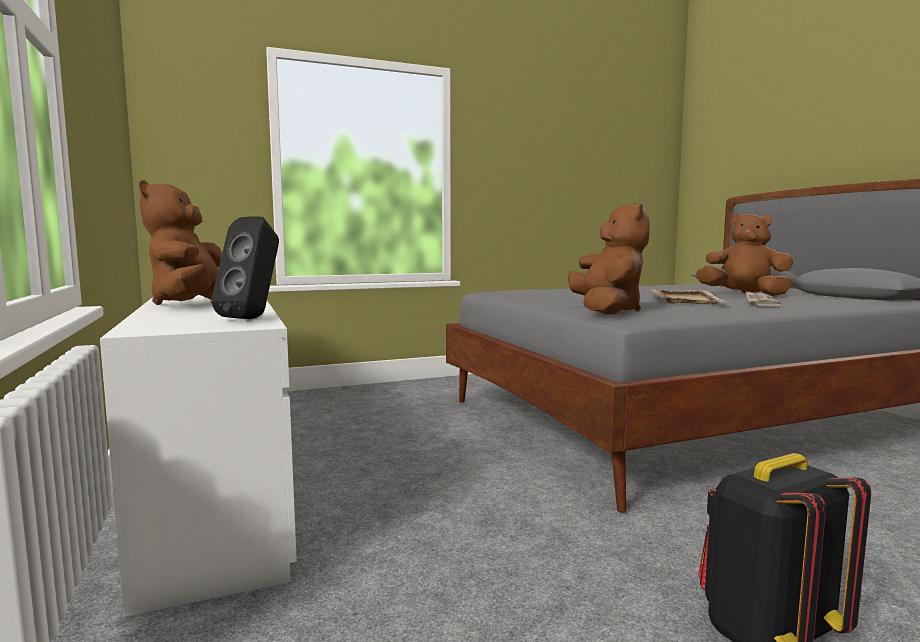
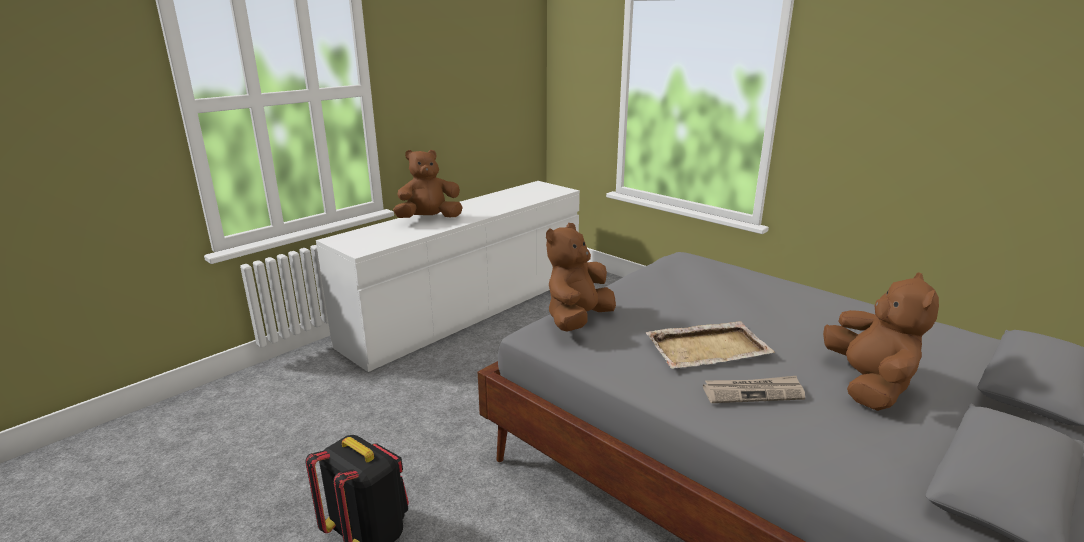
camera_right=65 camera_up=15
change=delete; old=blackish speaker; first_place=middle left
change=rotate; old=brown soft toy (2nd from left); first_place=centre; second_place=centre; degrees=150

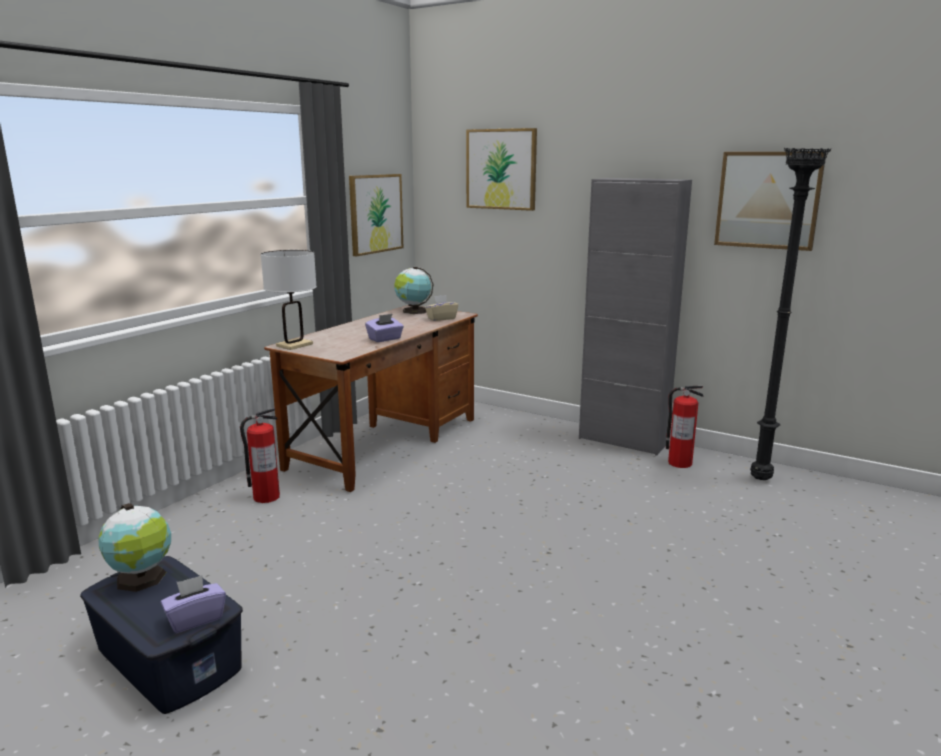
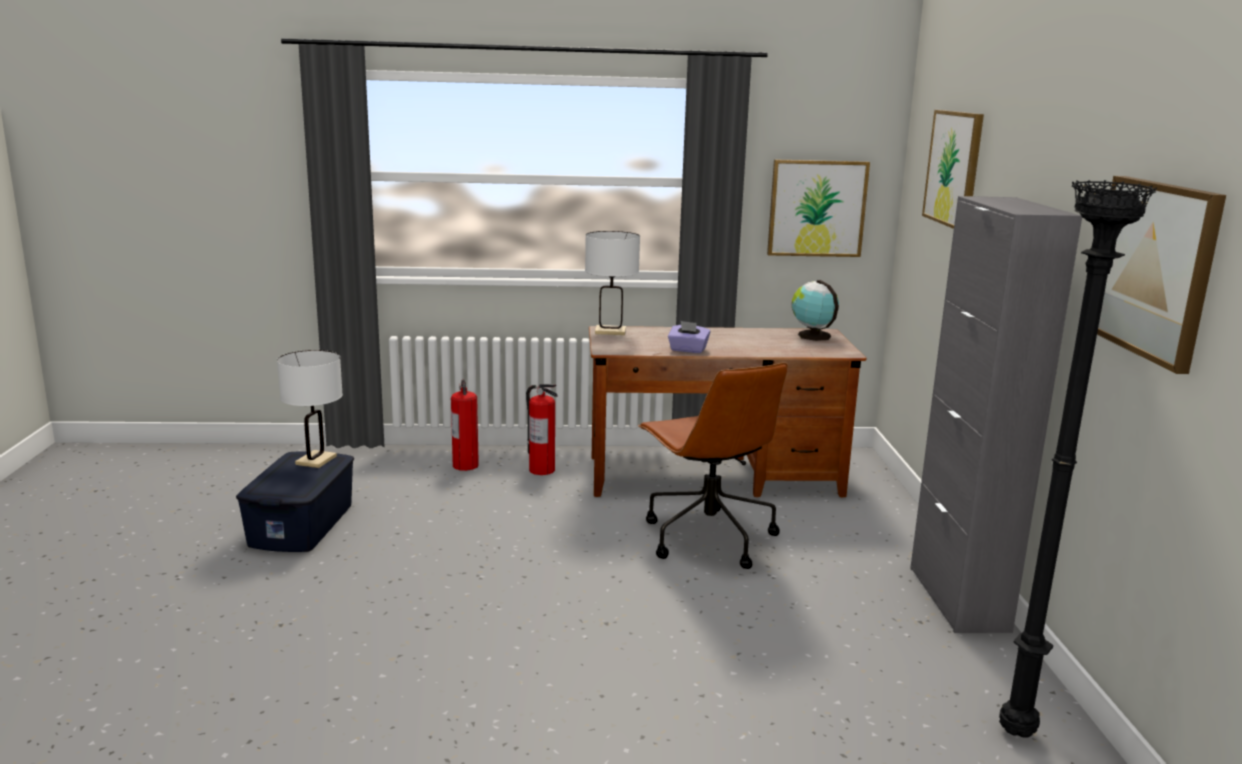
camera_right=55 camera_up=0
change=replace; old=globe (1st from left); new=whitish tabletop lamp (1st from left); first_place=bottom left; second_place=middle left
change=delete; old=purple tissue holder (1st from left); first_place=bottom left
change=delete; old=beige tissue holder; first_place=centre
change=move; old=extinguisher (2nd from left in the first image); new=extinguisher (1st from left); first_place=middle right; second_place=centre
change=insert; new=brown computer chair; second_place=centre

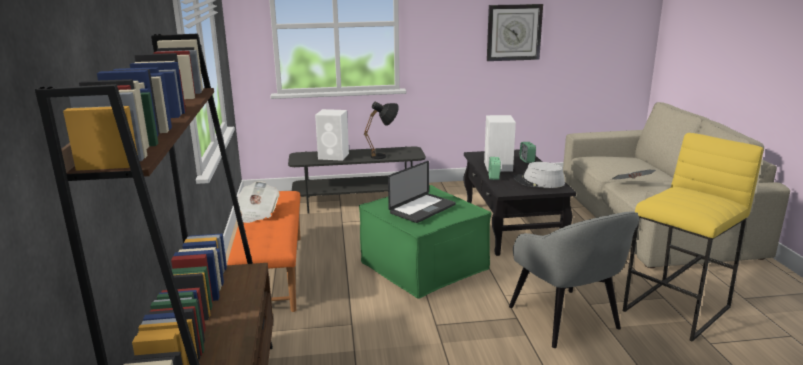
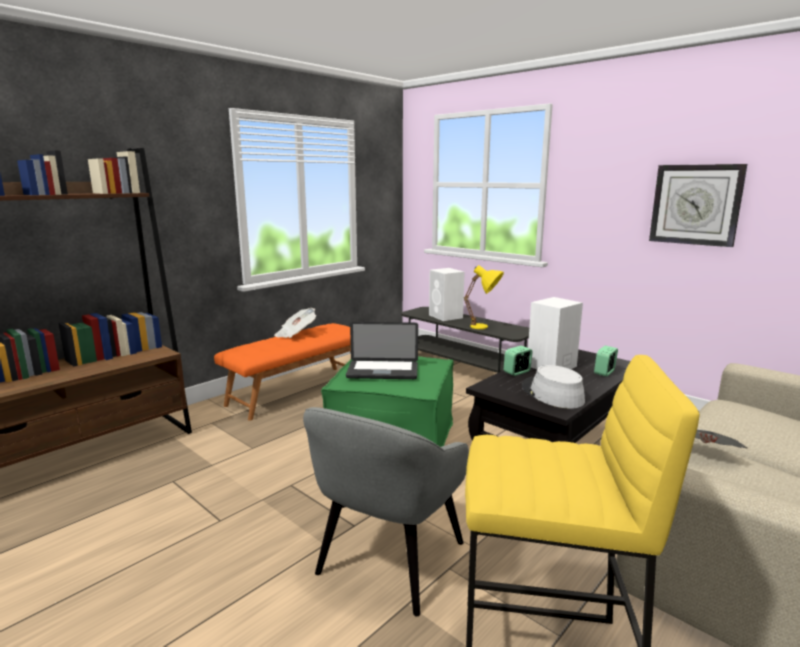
camera_right=50 camera_up=-5
change=recolor; old=blackish tabletop lamp; new=yellow-coloured tabletop lamp; first_place=centre; second_place=centre

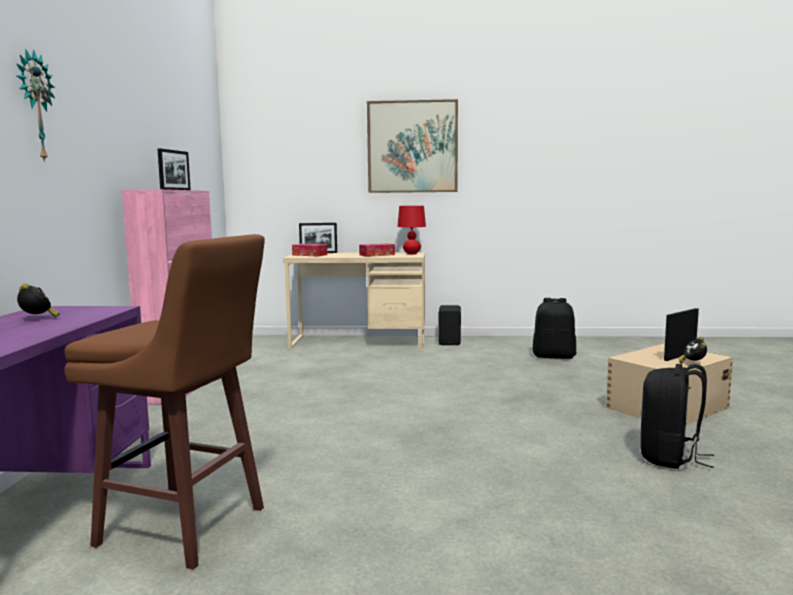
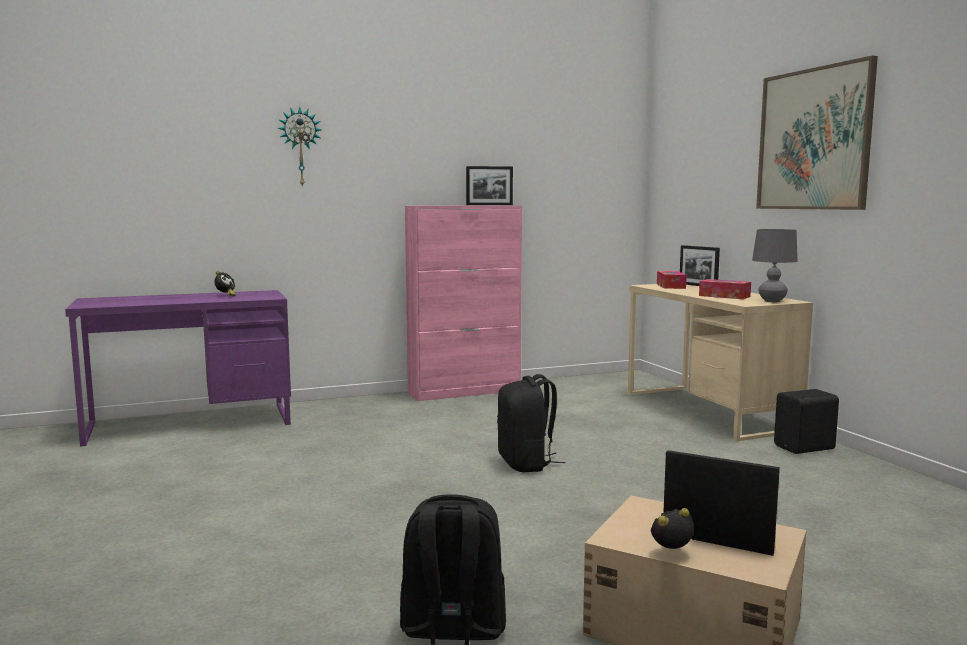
camera_right=65 camera_up=0
change=delete; old=brown stool seat; first_place=bottom left
change=recolor; old=reddish tabletop lamp; new=gray tabletop lamp; first_place=centre; second_place=middle right
change=move; old=blackish rucksack (1st from left in the first image); new=blackish rucksack (2nd from left); first_place=middle right; second_place=centre

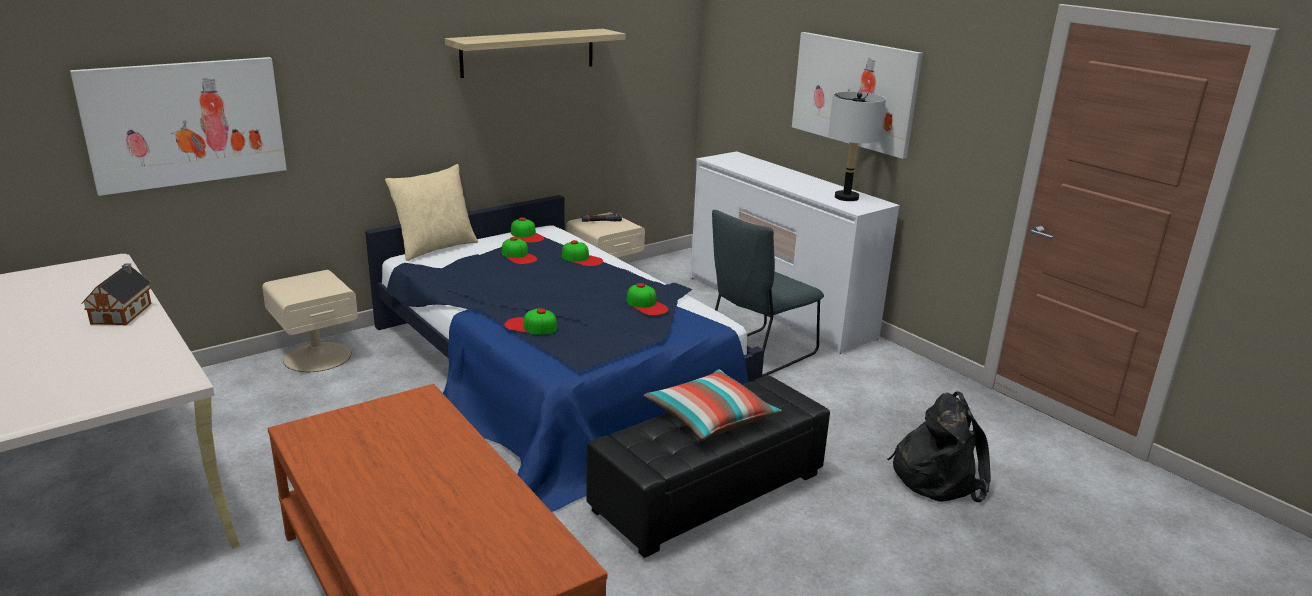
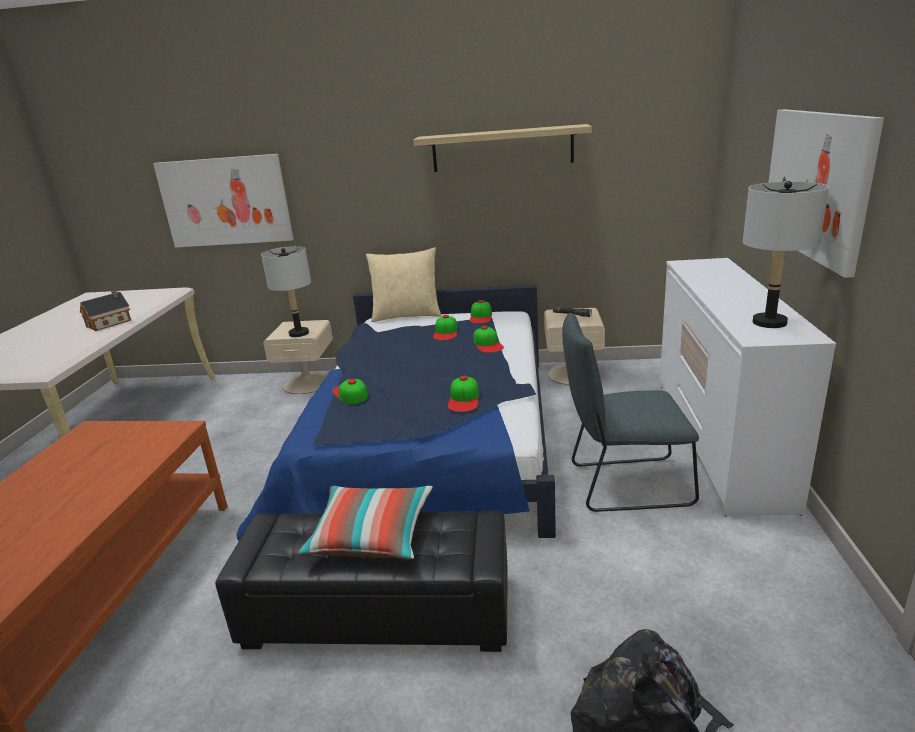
camera_right=45 camera_up=0
change=insert; new=gray tabletop lamp (1st from left); second_place=middle left

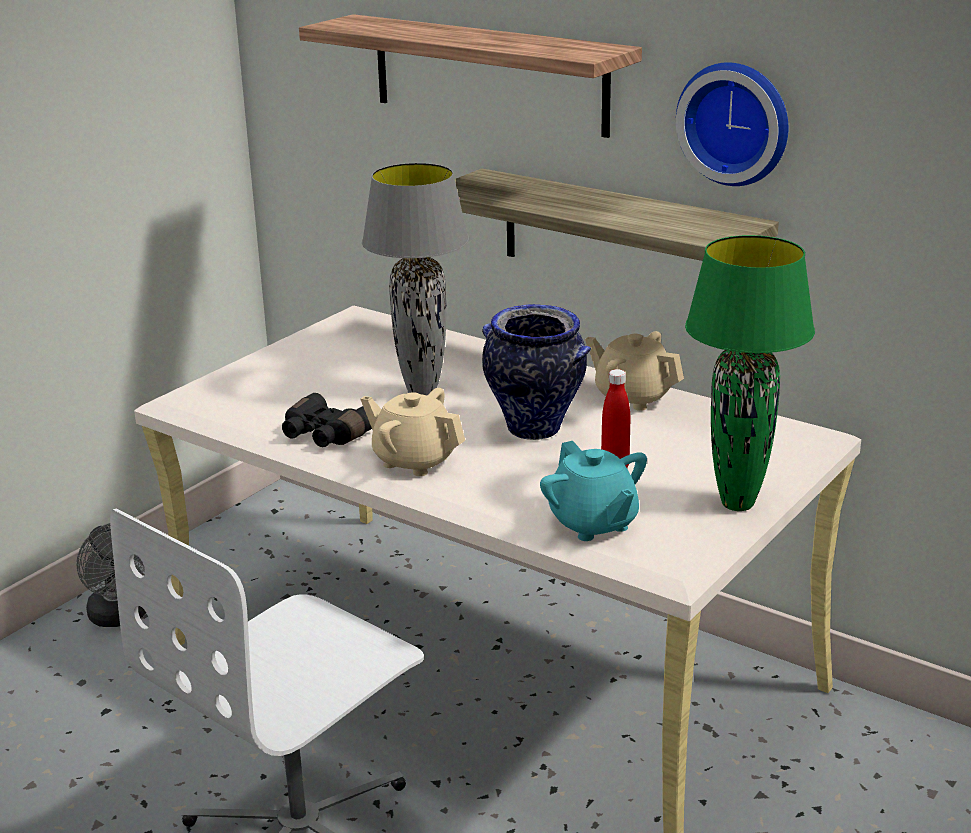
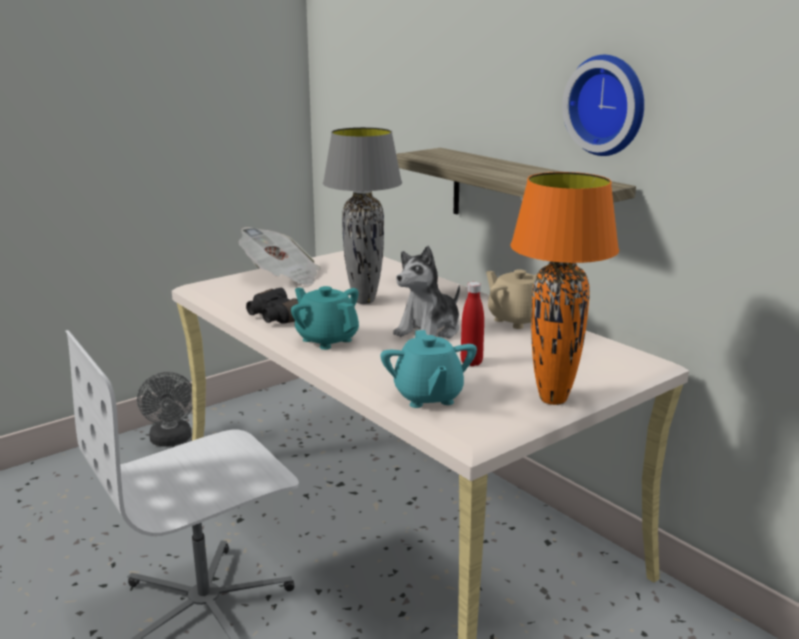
camera_right=15 camera_up=-5
change=delete; old=wall shelf (1st from left); first_place=top centre
change=recolor; old=beige teapot (1st from left); new=turquoise-coloured teapot (1st from left); first_place=centre; second_place=centre
change=replace; old=vase; new=soft toy; first_place=centre; second_place=centre
change=recolor; old=greenish tabletop lamp; new=orangey tabletop lamp; first_place=middle right; second_place=middle right
change=insert; new=printed paper; second_place=centre

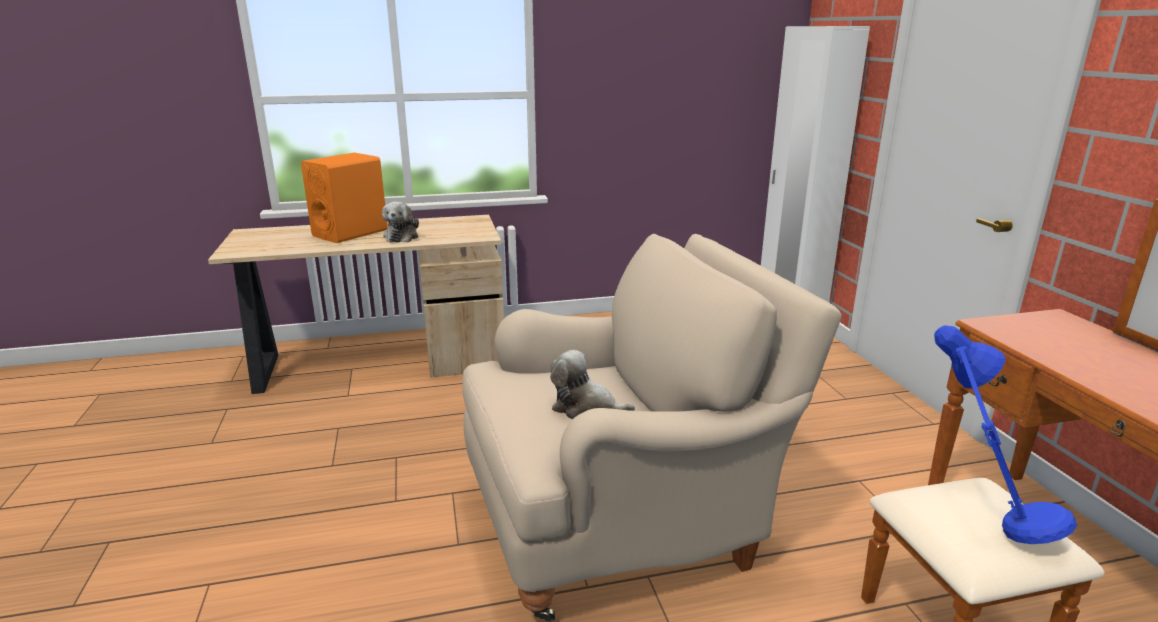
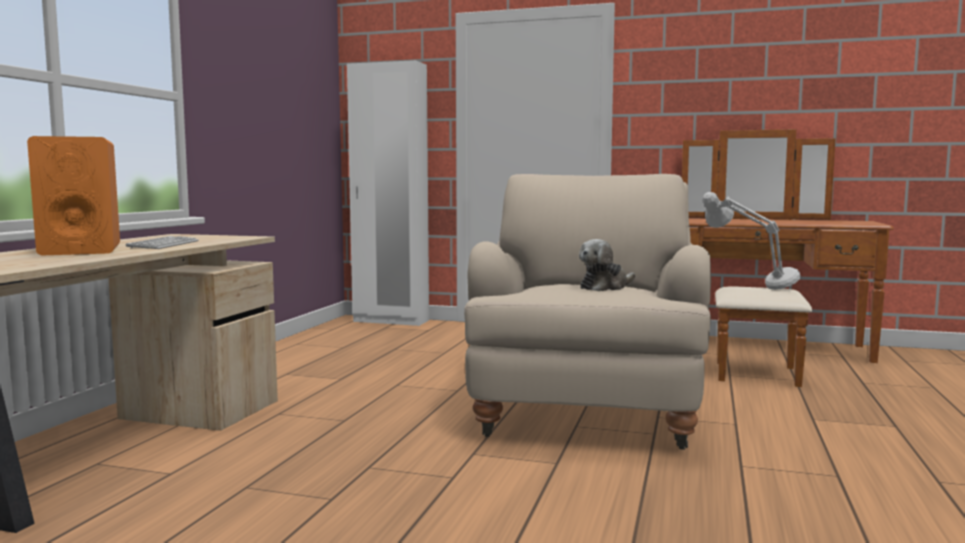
camera_right=-60 camera_up=-15
change=replace; old=soft toy (1st from left); new=computer keyboard; first_place=centre; second_place=middle left
change=recolor; old=bluish tabletop lamp; new=gray tabletop lamp; first_place=bottom right; second_place=middle right

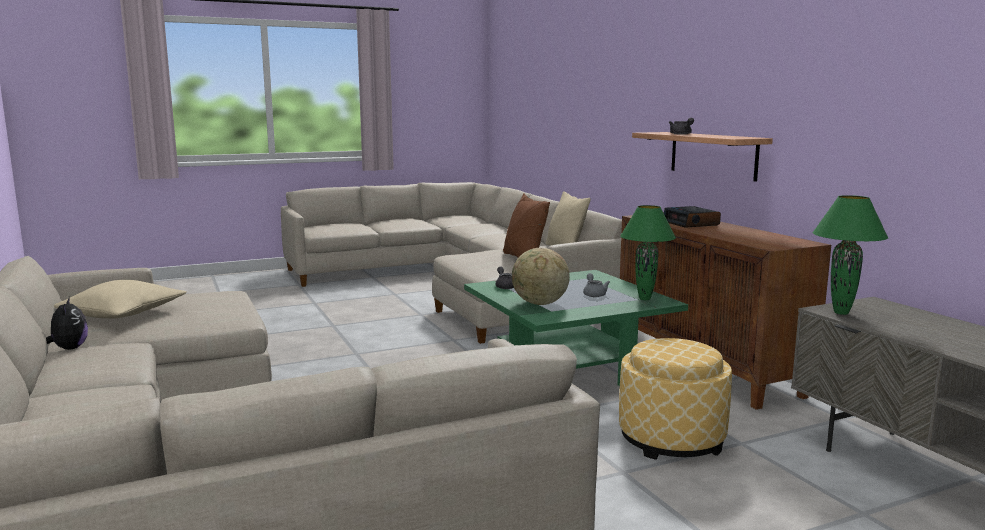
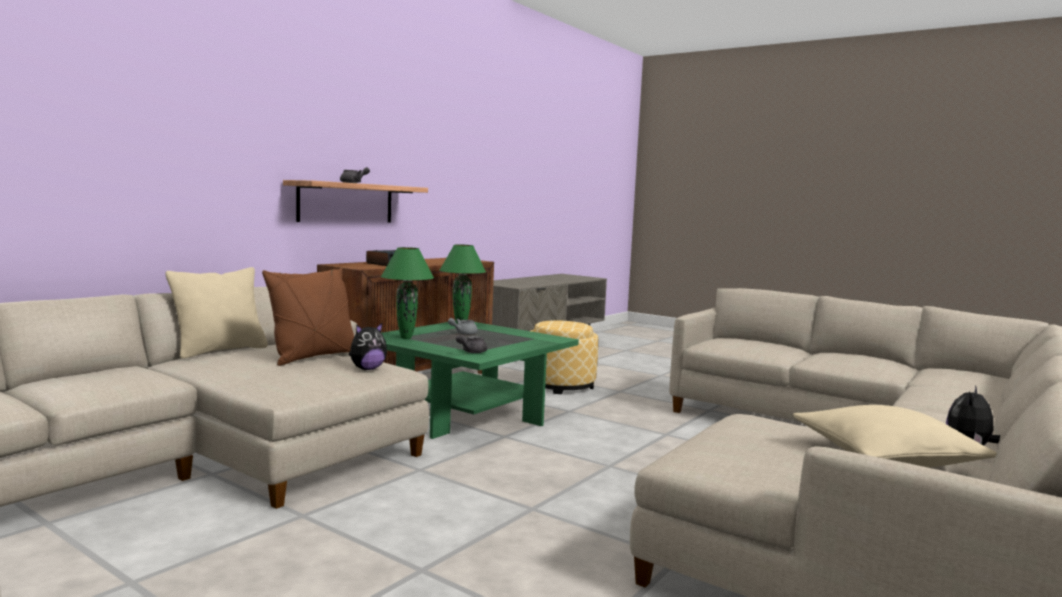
camera_right=-120 camera_up=-5
change=delete; old=globe; first_place=centre
change=move; old=greenish tabletop lamp (2nd from left in the first image); new=greenish tabletop lamp (1st from left); first_place=middle right; second_place=centre
change=insert; new=soft toy (1st from left); second_place=centre

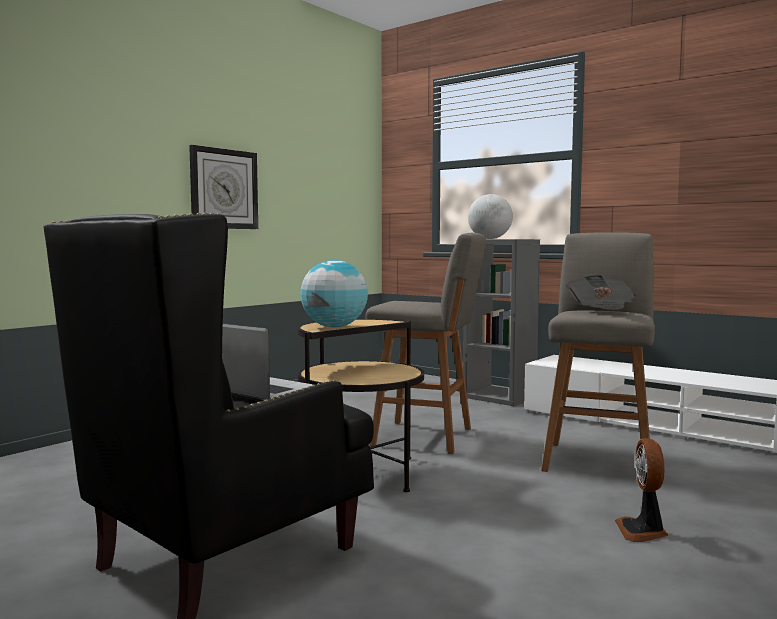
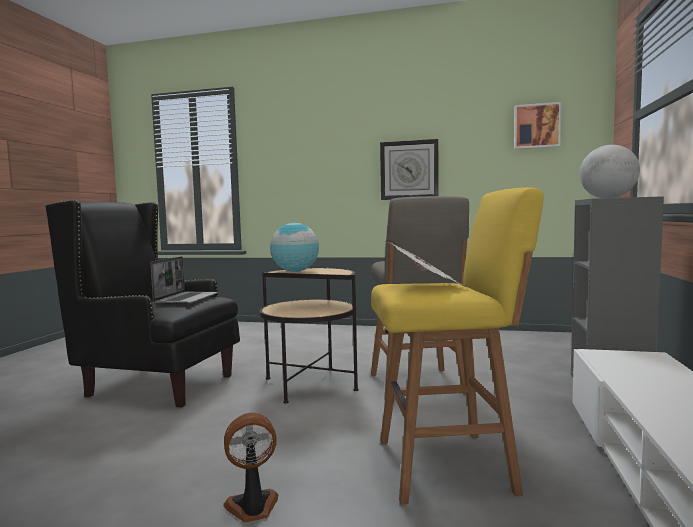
camera_right=65 camera_up=0
change=recolor; old=gray stool seat (2nd from left); new=yellow-coloured stool seat; first_place=middle right; second_place=centre
change=insert; new=wall picture; second_place=top right

